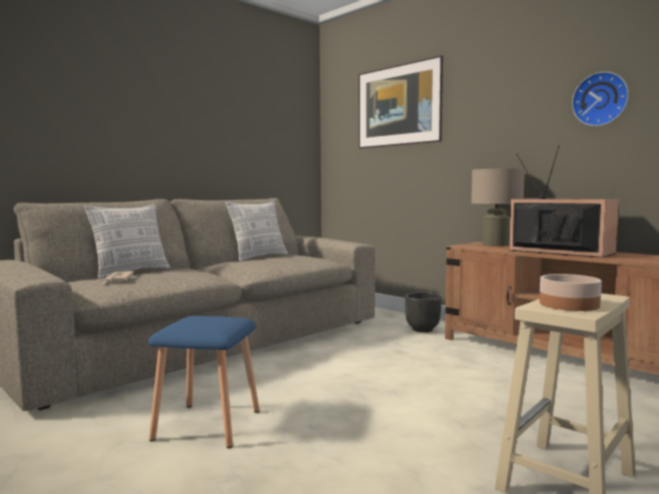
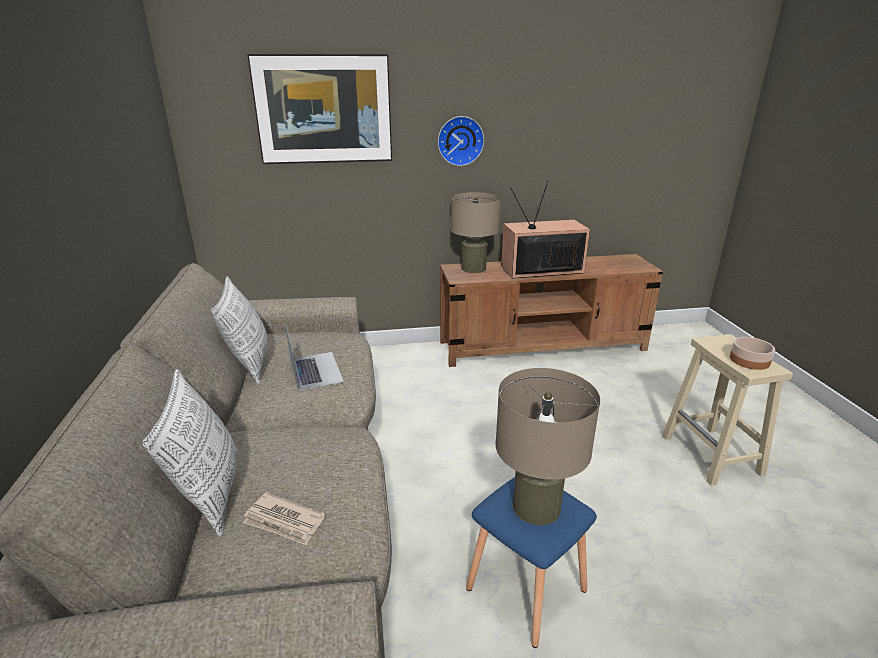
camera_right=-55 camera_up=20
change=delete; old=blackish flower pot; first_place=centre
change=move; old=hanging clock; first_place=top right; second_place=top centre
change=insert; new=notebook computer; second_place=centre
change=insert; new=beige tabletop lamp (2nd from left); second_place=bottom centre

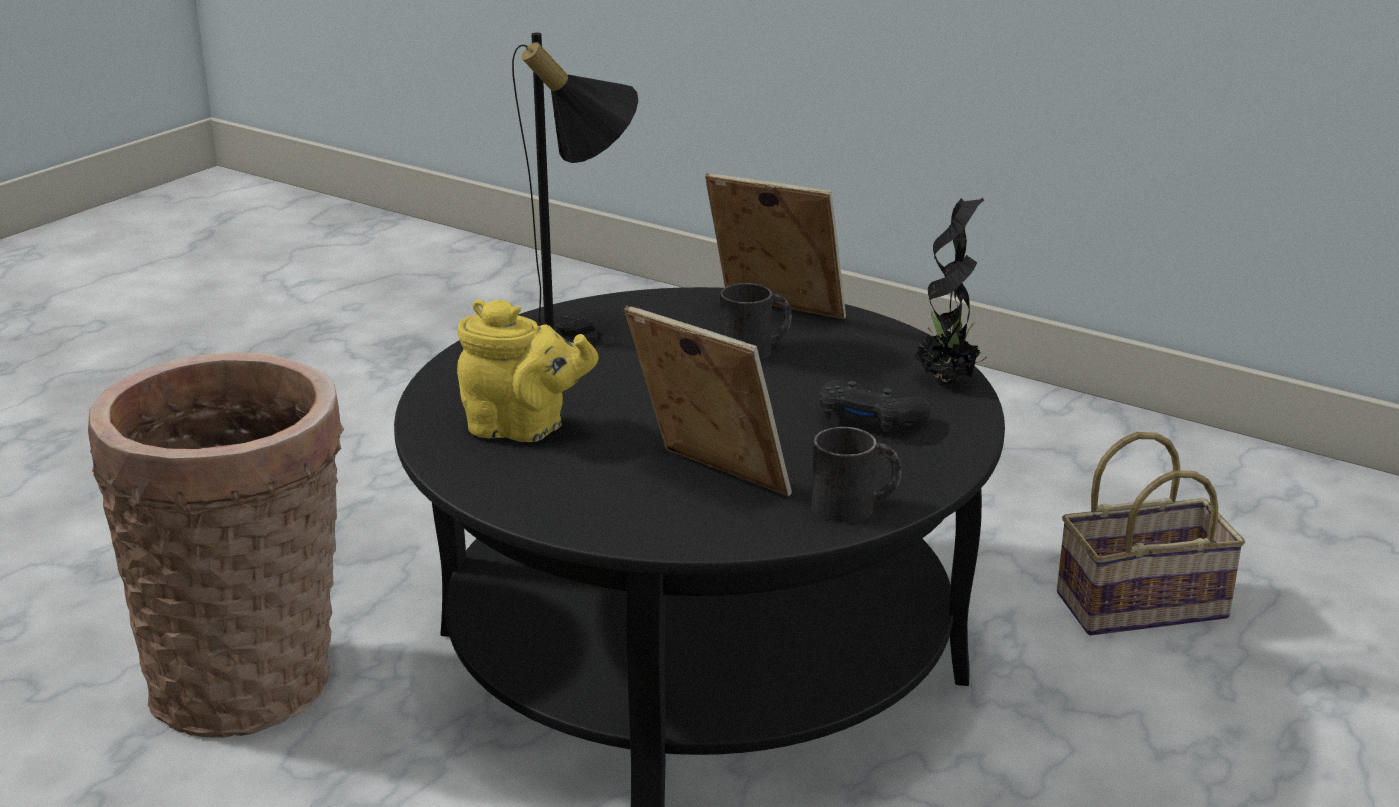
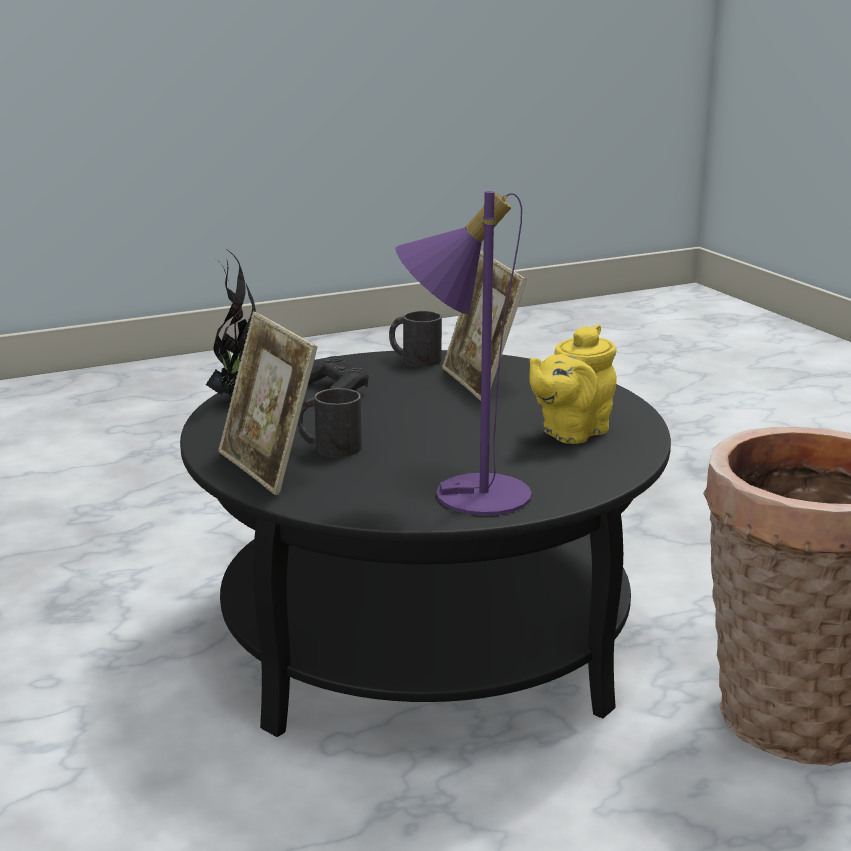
camera_right=-150 camera_up=-5
change=rotate; old=yellow-coloured teapot; first_place=centre; second_place=middle right; degrees=-90
change=recolor; old=blackish tabletop lamp; new=purple tabletop lamp; first_place=top centre; second_place=centre
change=delete; old=basket (2nd from left); first_place=middle right

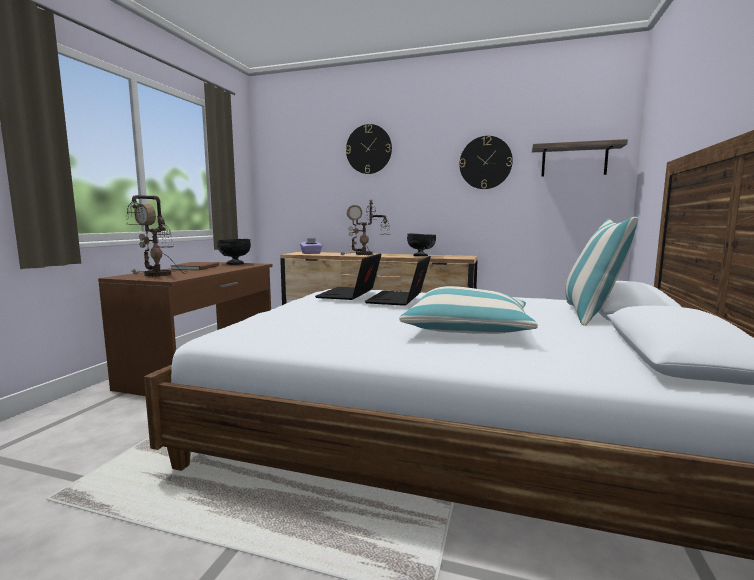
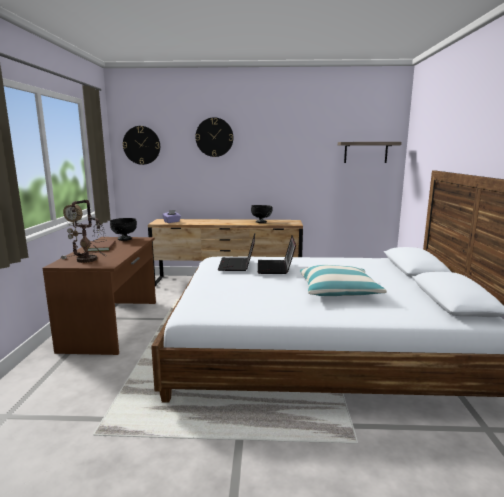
camera_right=-15 camera_up=5
change=delete; old=tabletop lamp (2nd from left); first_place=centre
change=move; old=hanging clock (2nd from left in the first image); new=hanging clock (1st from left); first_place=top centre; second_place=top left
change=delete; old=cushion (2nd from left); first_place=middle right

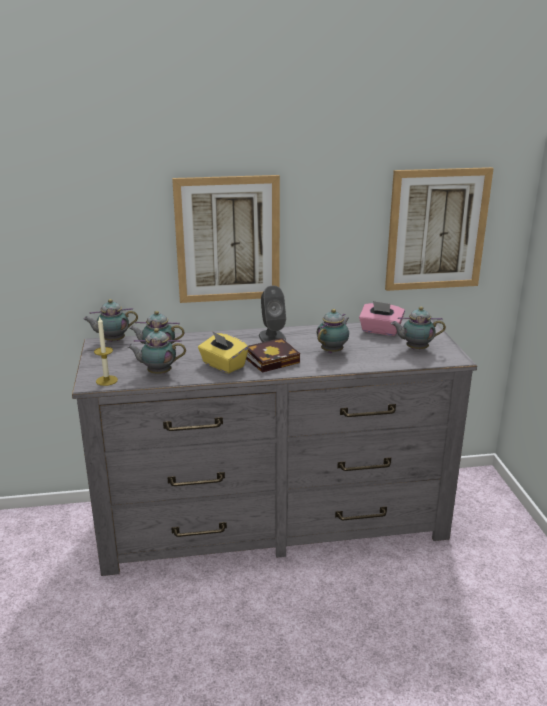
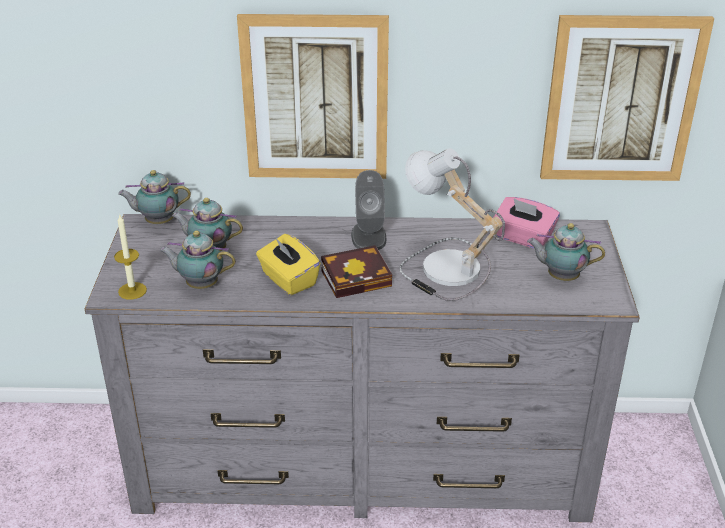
camera_right=10 camera_up=10
change=replace; old=teapot (4th from left); new=tabletop lamp; first_place=centre; second_place=centre

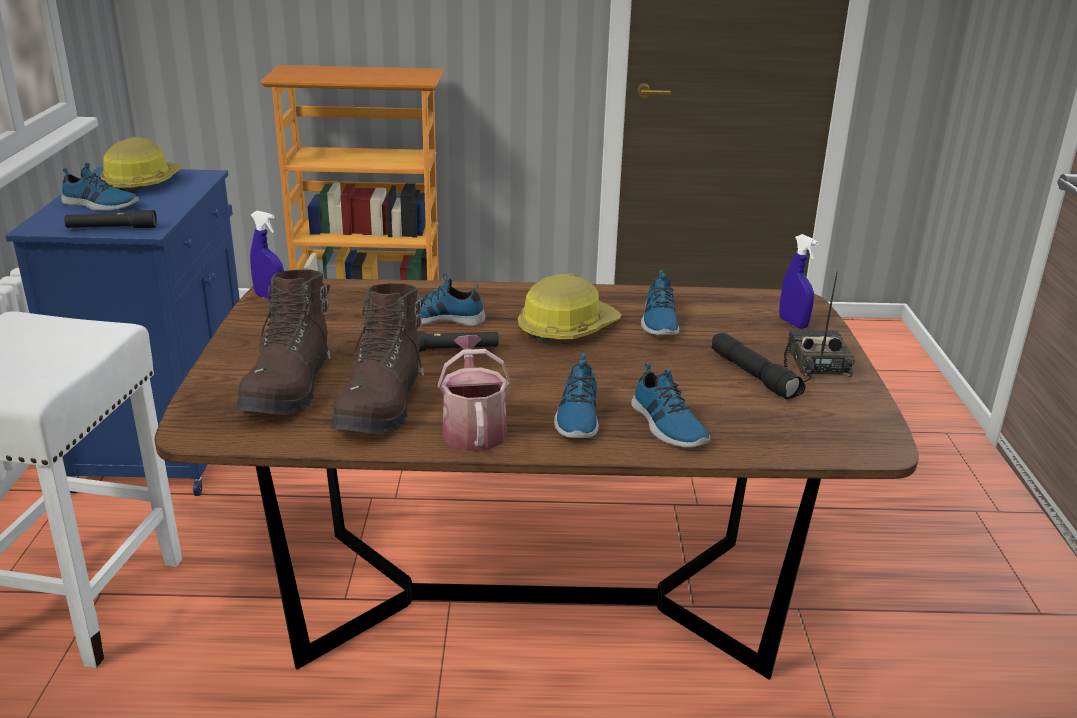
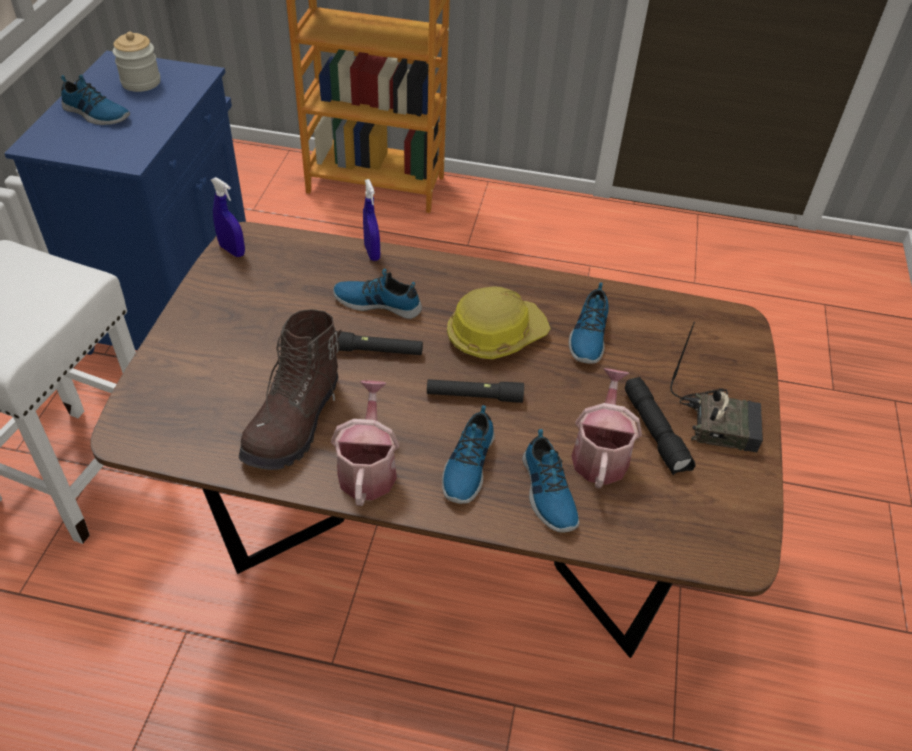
camera_right=10 camera_up=20
change=move; old=blackish torch (1st from left in the first image); new=blackish torch (2nd from left); first_place=top left; second_place=centre
change=replace; old=hard hat (1st from left); new=storage jar; first_place=top left; second_place=top left
change=delete; old=brown high-top boot (1st from left); first_place=middle left
change=move; old=bluish sprayer (2nd from left); first_place=middle right; second_place=top centre
change=rotate; old=radio set; first_place=middle right; second_place=middle right; degrees=90
change=insert; new=sprinkling can (2nd from left); second_place=centre

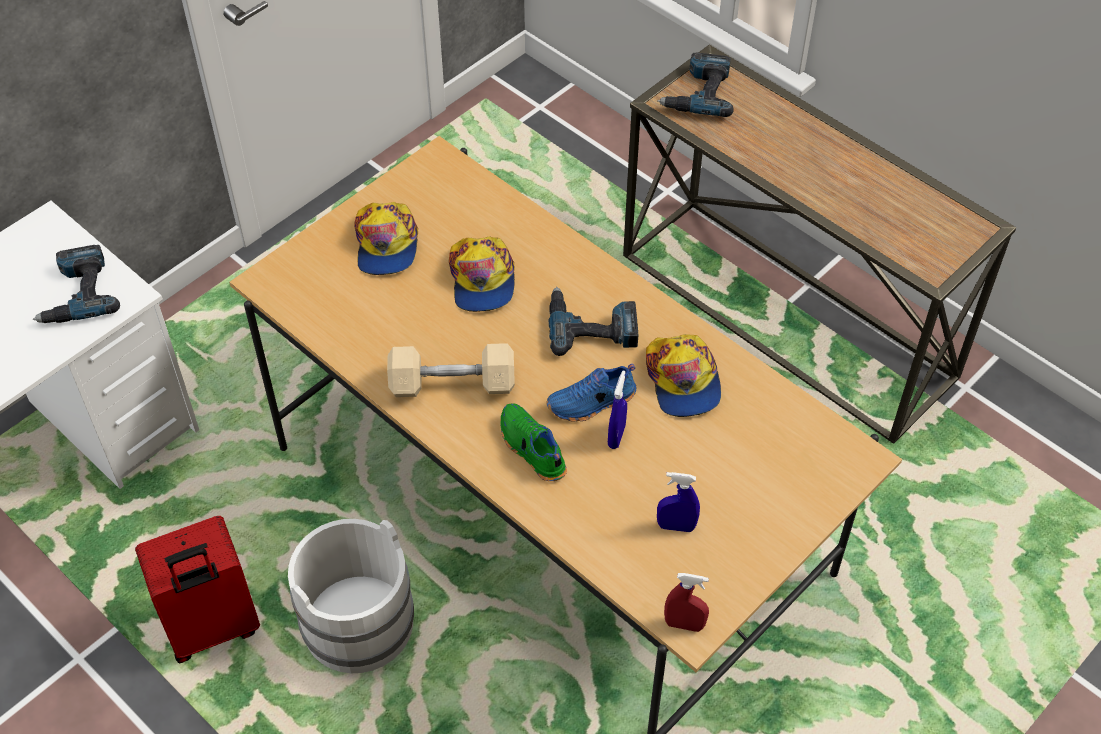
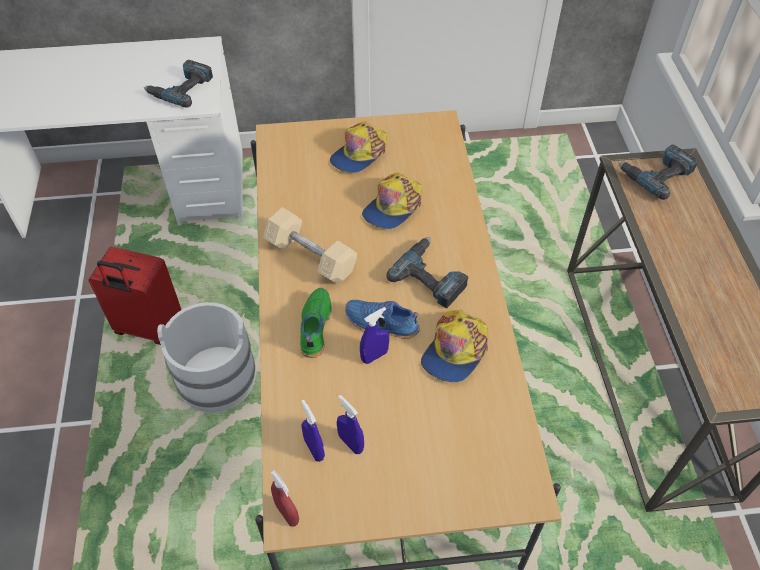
camera_right=40 camera_up=0
change=insert; new=bluish sprayer (1st from left); second_place=bottom centre

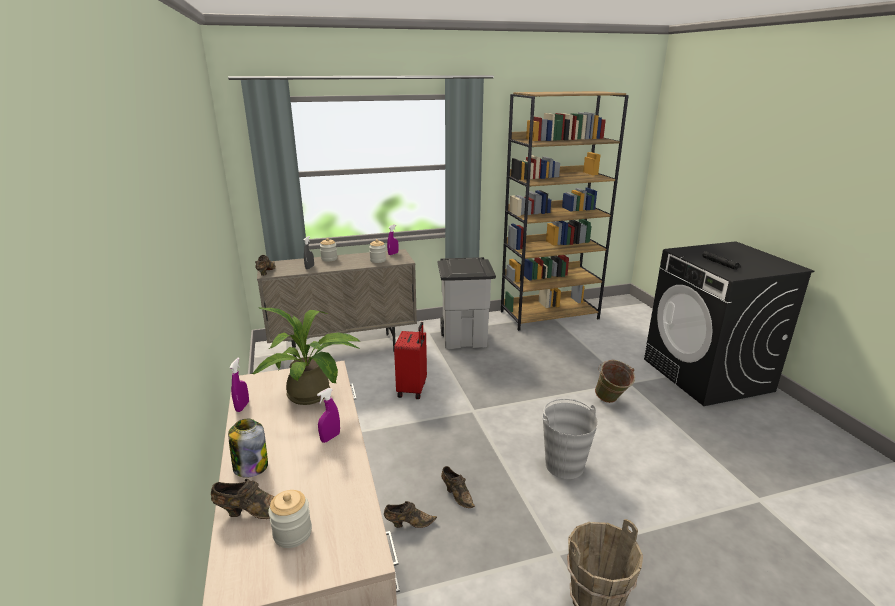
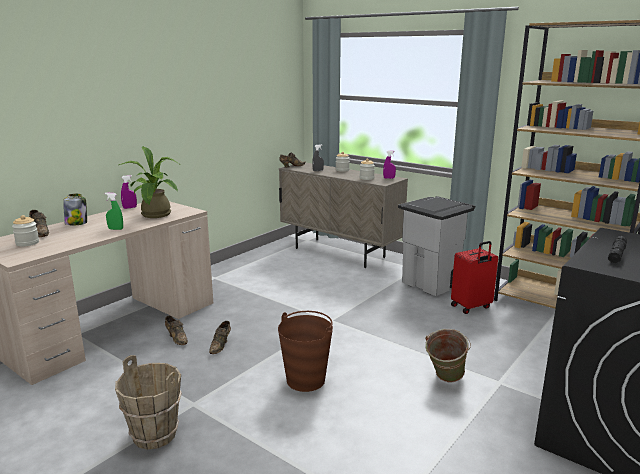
camera_right=55 camera_up=-5
change=recolor; old=purple sprayer (2nd from left); new=greenish sprayer; first_place=bottom centre; second_place=middle left
change=move; old=reddish travel case; first_place=centre; second_place=middle right
change=recolor; old=gray pail; new=brown pail (2nd from left); first_place=bottom centre; second_place=bottom centre

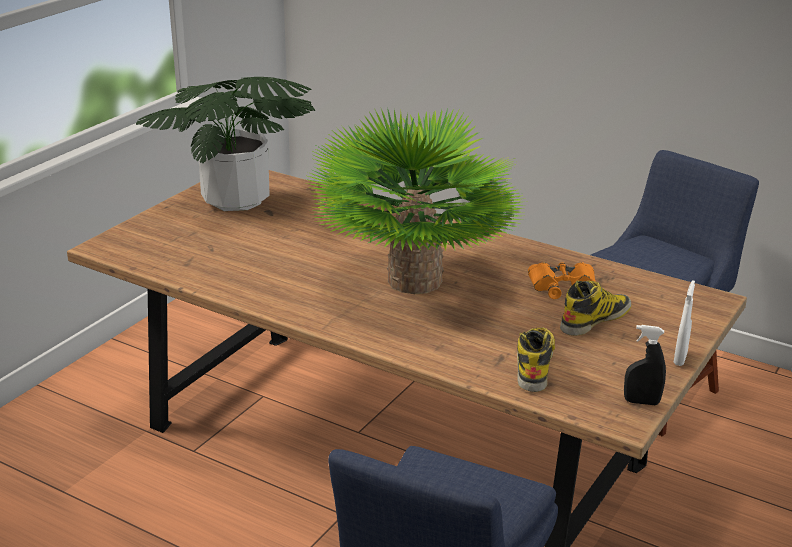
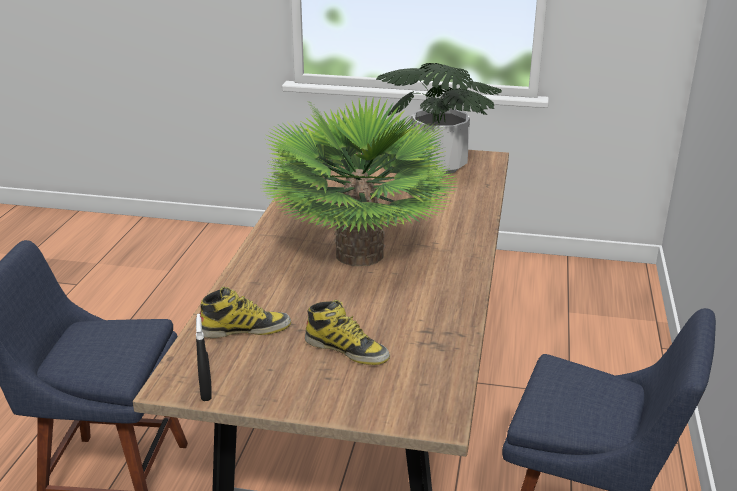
camera_right=70 camera_up=0
change=delete; old=orangey field glasses; first_place=middle right
change=delete; old=whitish sprayer; first_place=middle right

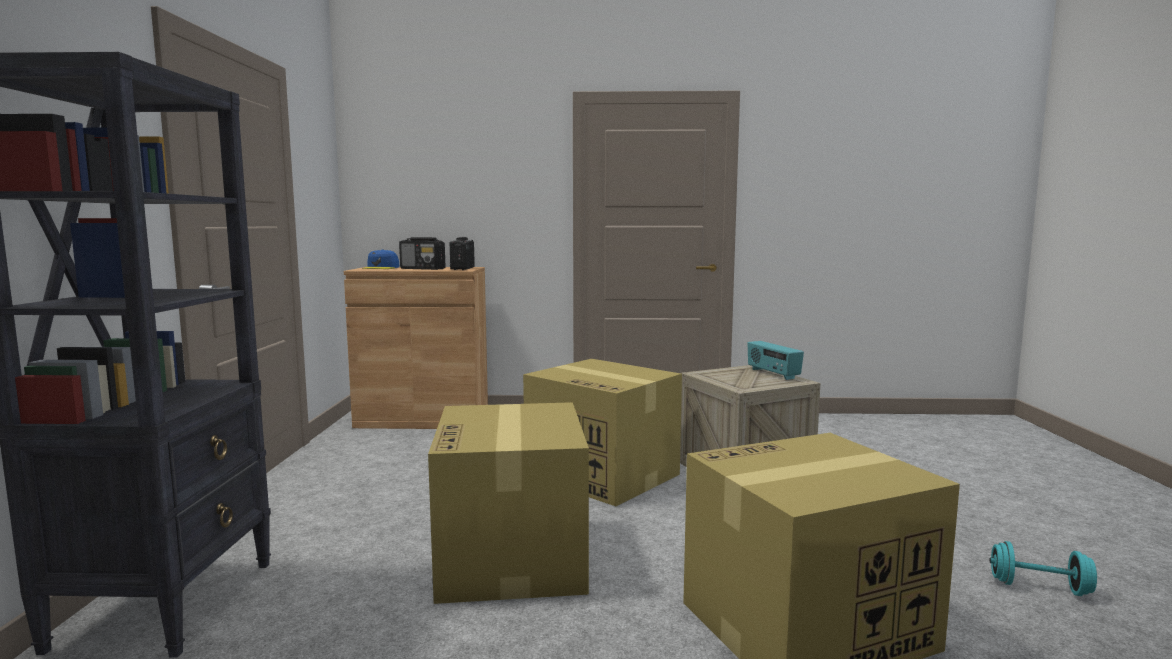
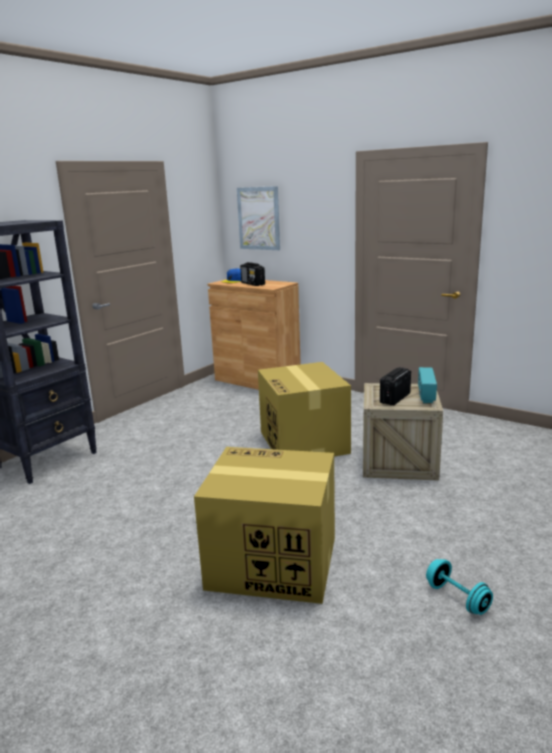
camera_right=35 camera_up=10
change=delete; old=cardboard box (1st from left); first_place=bottom centre
change=move; old=radio set (2nd from left); first_place=centre; second_place=middle right
change=insert; new=wall picture; second_place=top centre

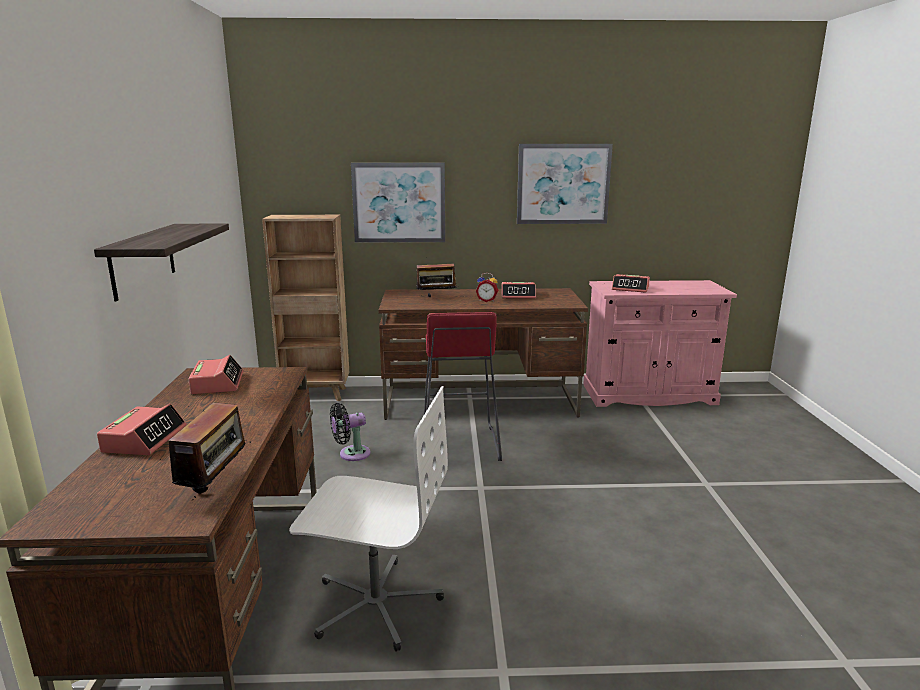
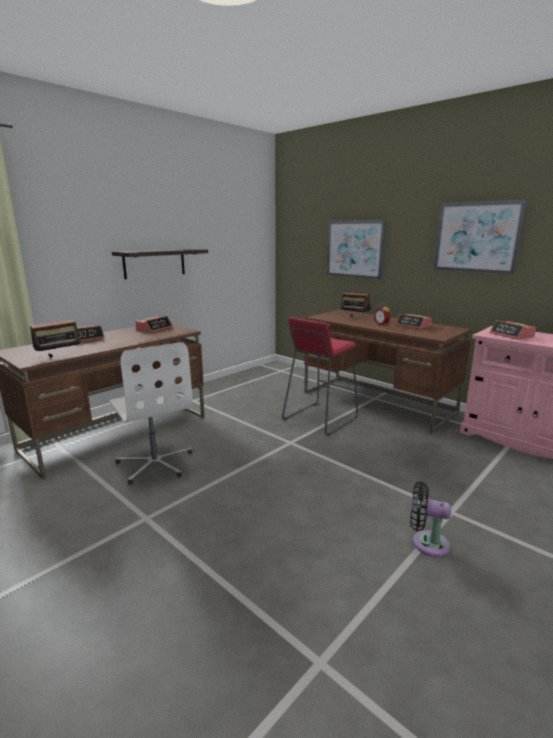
camera_right=45 camera_up=0
change=delete; old=brown bookcase; first_place=middle left
change=move; old=blackish electric fan; first_place=centre; second_place=bottom right

